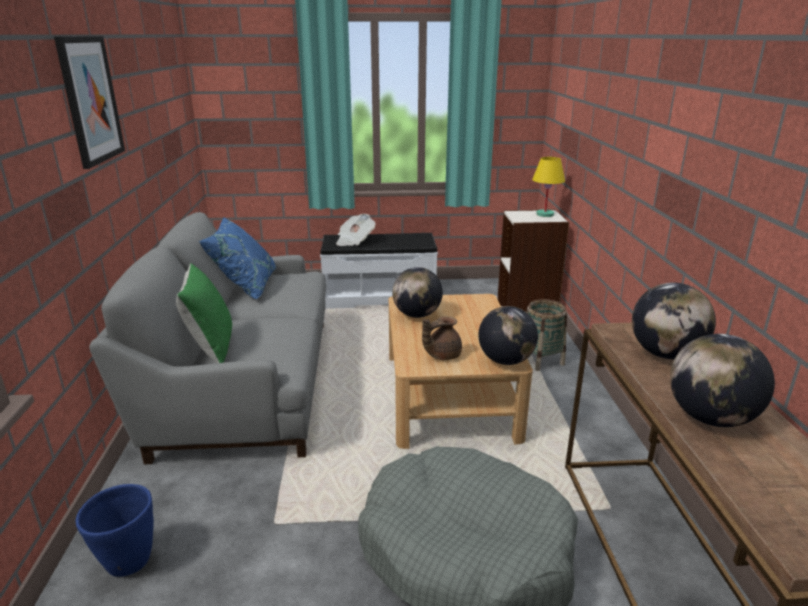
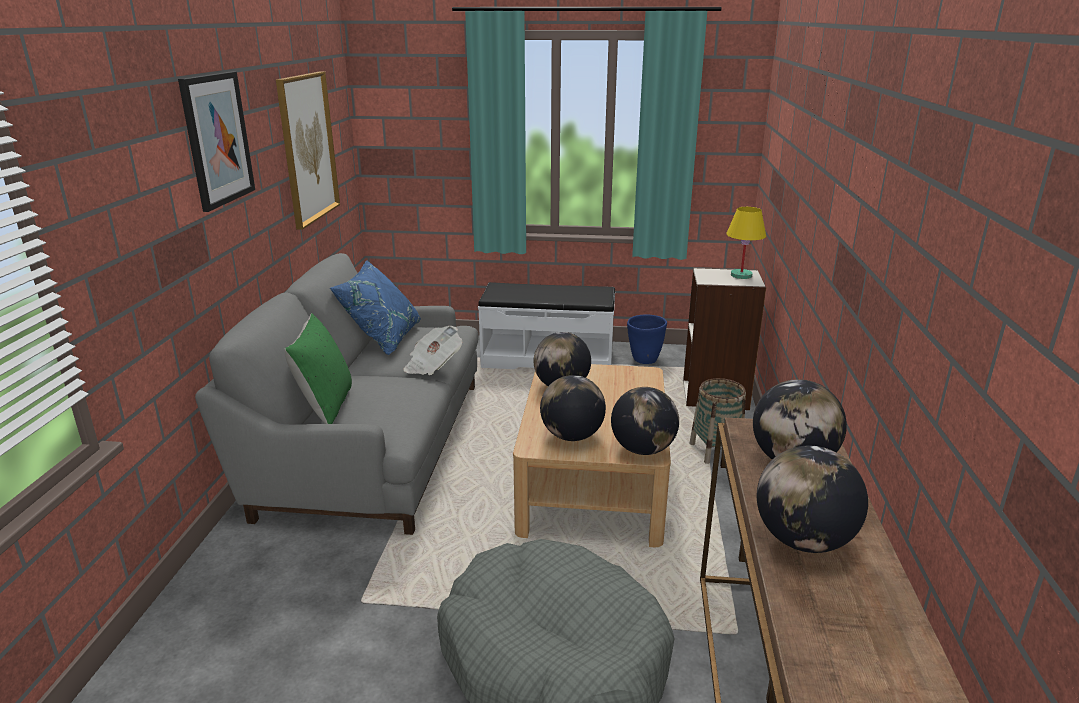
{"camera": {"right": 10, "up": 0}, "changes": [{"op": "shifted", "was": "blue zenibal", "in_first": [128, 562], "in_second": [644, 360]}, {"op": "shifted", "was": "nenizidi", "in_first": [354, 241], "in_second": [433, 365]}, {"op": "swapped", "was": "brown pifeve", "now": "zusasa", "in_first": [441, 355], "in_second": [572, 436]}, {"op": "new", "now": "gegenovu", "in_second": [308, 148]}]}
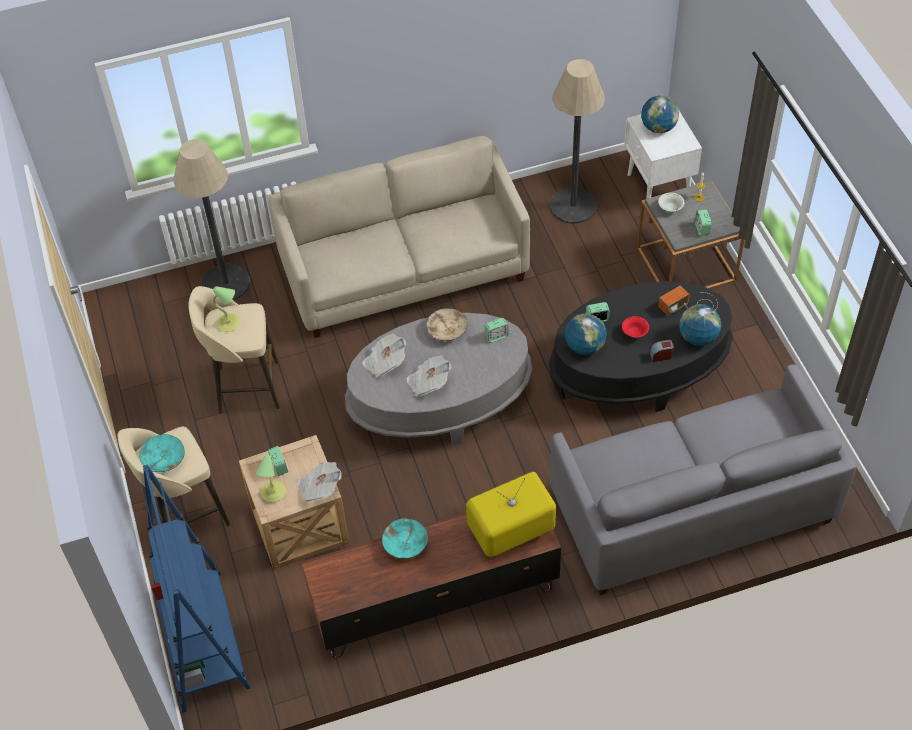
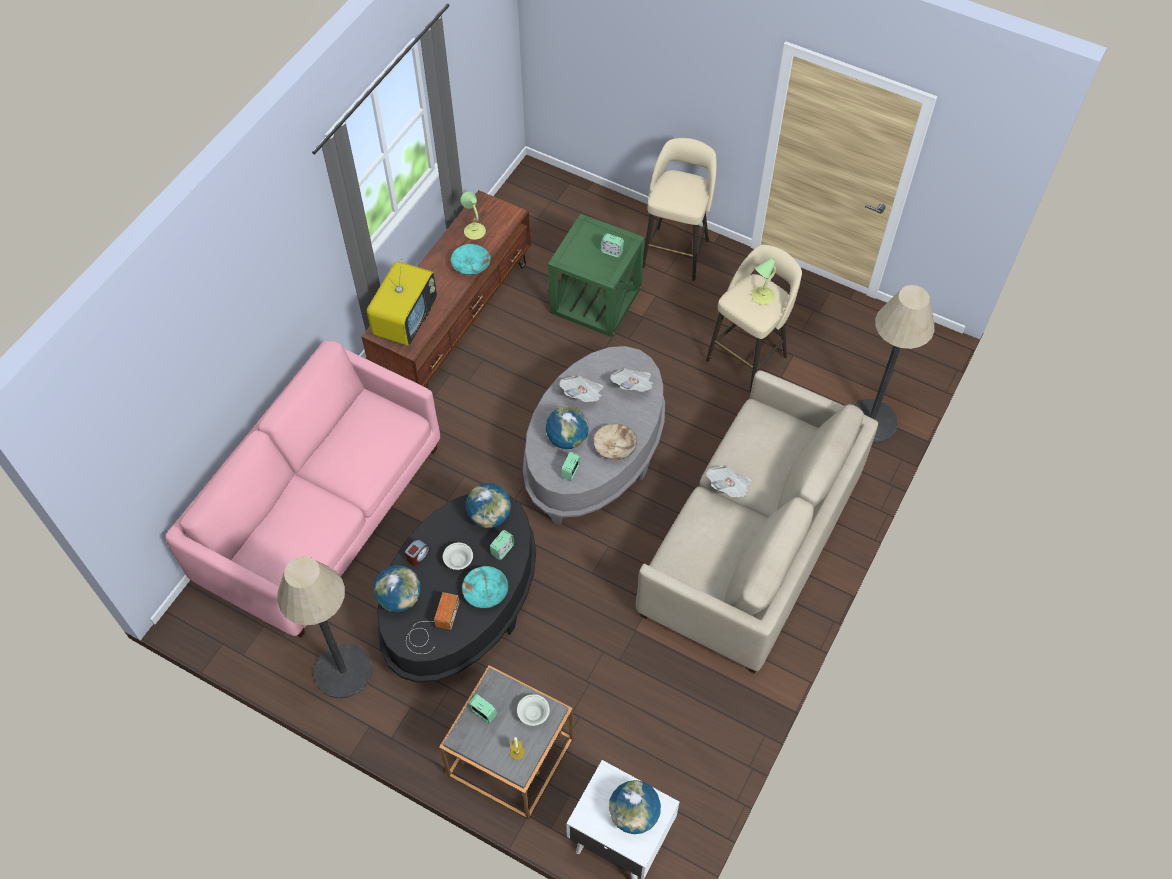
{"camera": {"right": 135, "up": 5}, "changes": [{"op": "shifted", "was": "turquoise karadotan", "in_first": [163, 459], "in_second": [485, 591]}, {"op": "gone", "was": "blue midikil", "in_first": [202, 640]}, {"op": "repainted", "was": "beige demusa", "now": "green demusa", "in_first": [299, 524], "in_second": [596, 300]}, {"op": "shifted", "was": "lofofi", "in_first": [273, 493], "in_second": [474, 231]}, {"op": "shifted", "was": "nenizidi", "in_first": [319, 488], "in_second": [729, 487]}, {"op": "shifted", "was": "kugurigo", "in_first": [573, 206], "in_second": [343, 671]}, {"op": "repainted", "was": "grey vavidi", "now": "pink vavidi", "in_first": [691, 508], "in_second": [322, 513]}, {"op": "repainted", "was": "red karadotan", "now": "white karadotan", "in_first": [634, 333], "in_second": [458, 561]}, {"op": "new", "now": "zusasa", "in_second": [567, 438]}]}
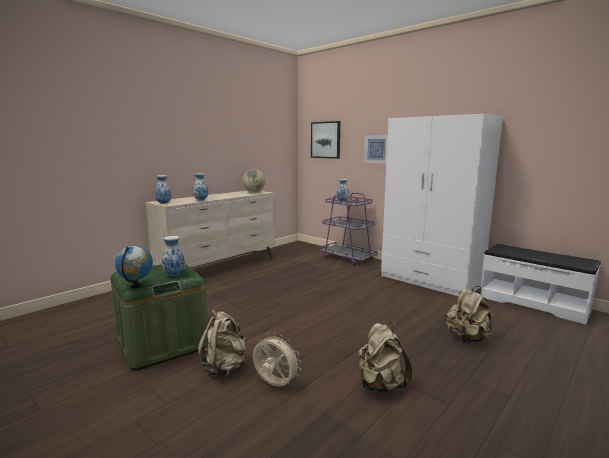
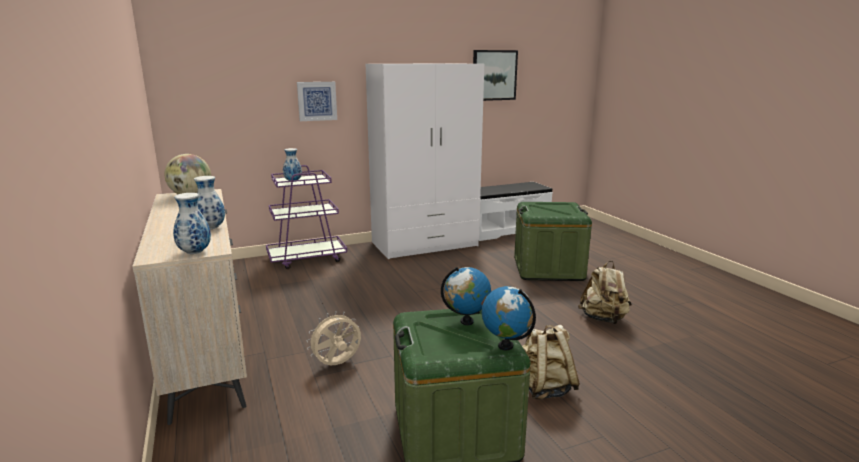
{"camera": {"right": -65, "up": 5}, "changes": [{"op": "swapped", "was": "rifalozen", "now": "zusasa", "in_first": [174, 275], "in_second": [466, 321]}, {"op": "shifted", "was": "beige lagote", "in_first": [274, 385], "in_second": [337, 364]}, {"op": "shifted", "was": "gegenovu", "in_first": [325, 140], "in_second": [494, 75]}, {"op": "swapped", "was": "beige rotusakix", "now": "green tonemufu", "in_first": [467, 339], "in_second": [548, 269]}]}
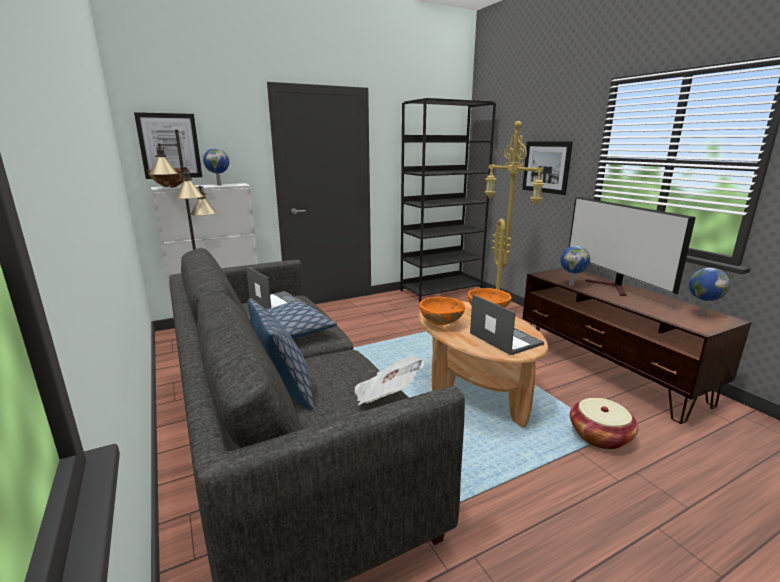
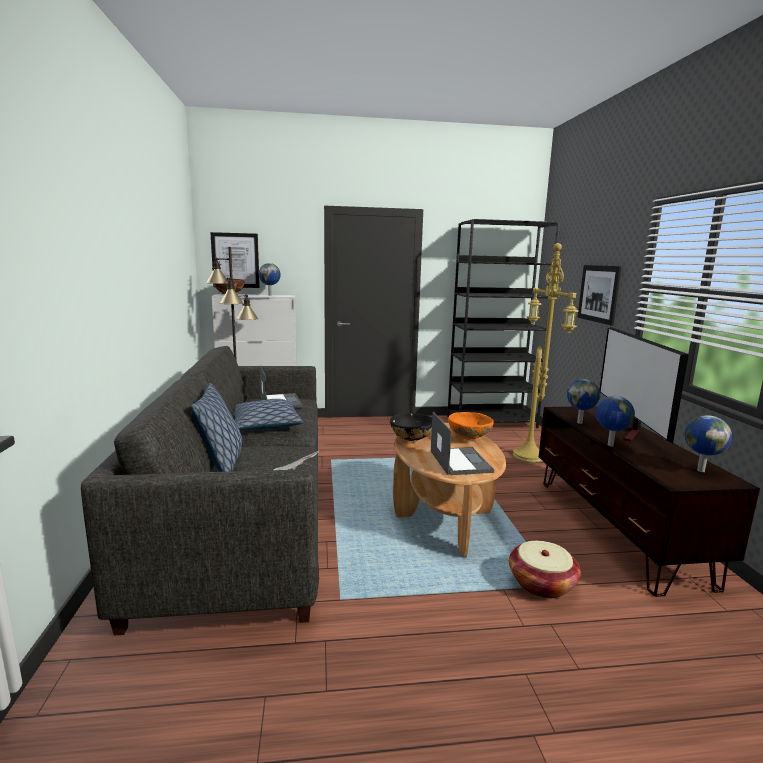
{"camera": {"right": 20, "up": -5}, "changes": [{"op": "repainted", "was": "orange karadotan", "now": "black karadotan", "in_first": [441, 324], "in_second": [412, 440]}, {"op": "new", "now": "zusasa", "in_second": [609, 445]}]}
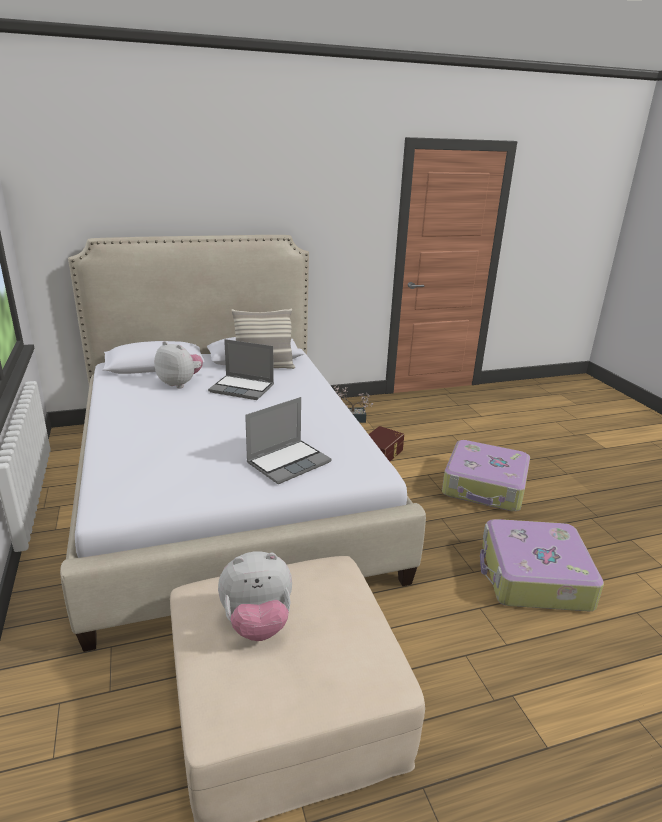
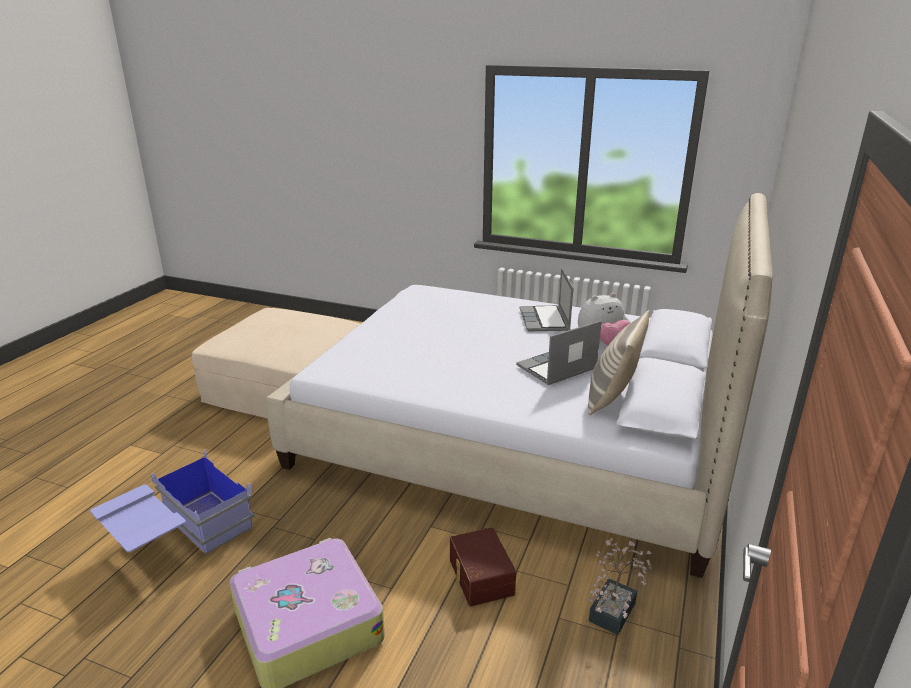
{"camera": {"right": 130, "up": 0}, "changes": [{"op": "gone", "was": "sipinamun", "in_first": [257, 623]}, {"op": "shifted", "was": "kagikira", "in_first": [289, 462], "in_second": [545, 320]}, {"op": "swapped", "was": "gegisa", "now": "blue tonemufu", "in_first": [533, 577], "in_second": [180, 538]}]}
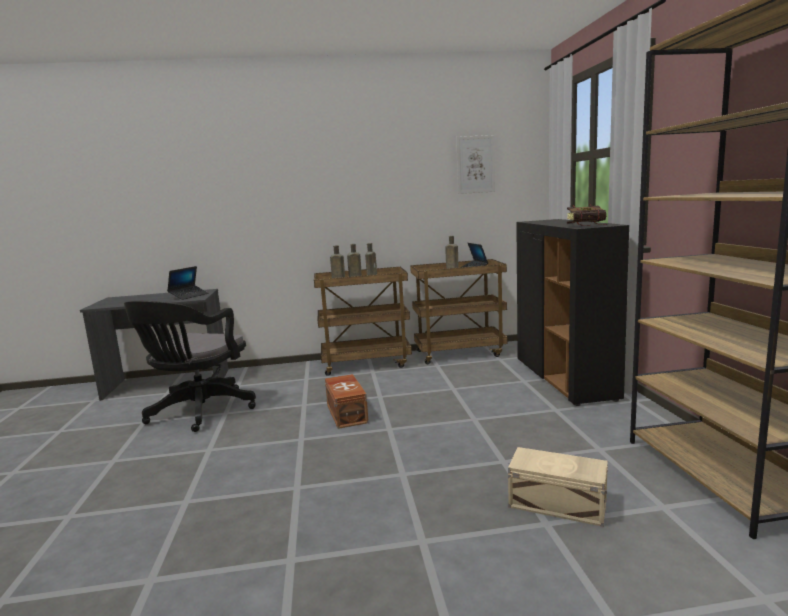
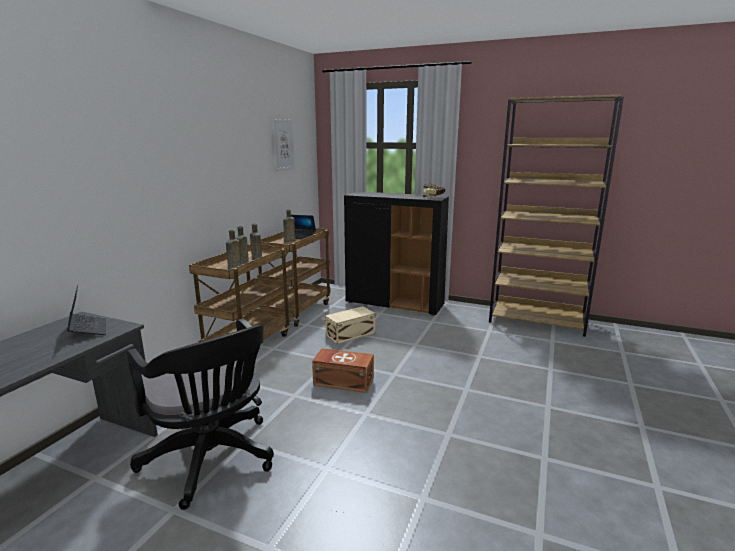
{"camera": {"right": -60, "up": 5}, "changes": [{"op": "shifted", "was": "beige tonemufu", "in_first": [558, 505], "in_second": [351, 334]}]}
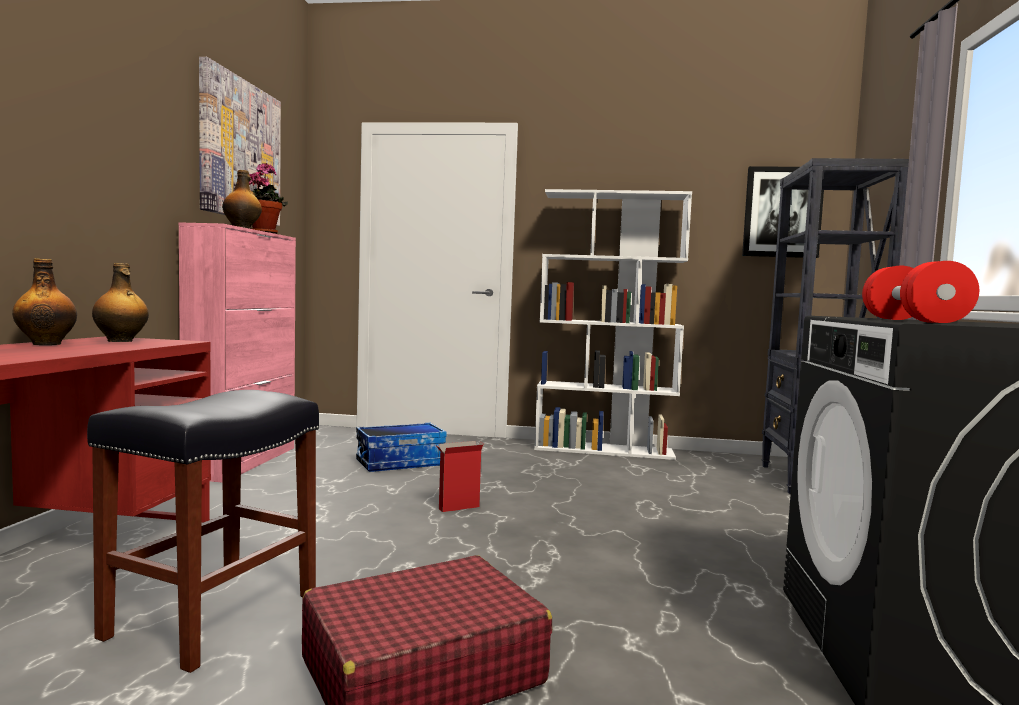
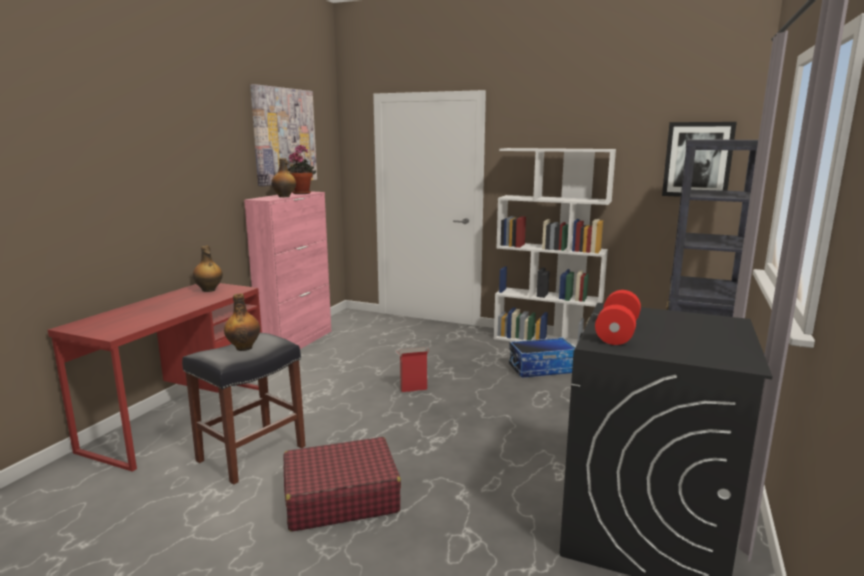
{"camera": {"right": 15, "up": 10}, "changes": [{"op": "shifted", "was": "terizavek", "in_first": [47, 344], "in_second": [244, 347]}, {"op": "shifted", "was": "tonemufu", "in_first": [400, 463], "in_second": [541, 368]}]}
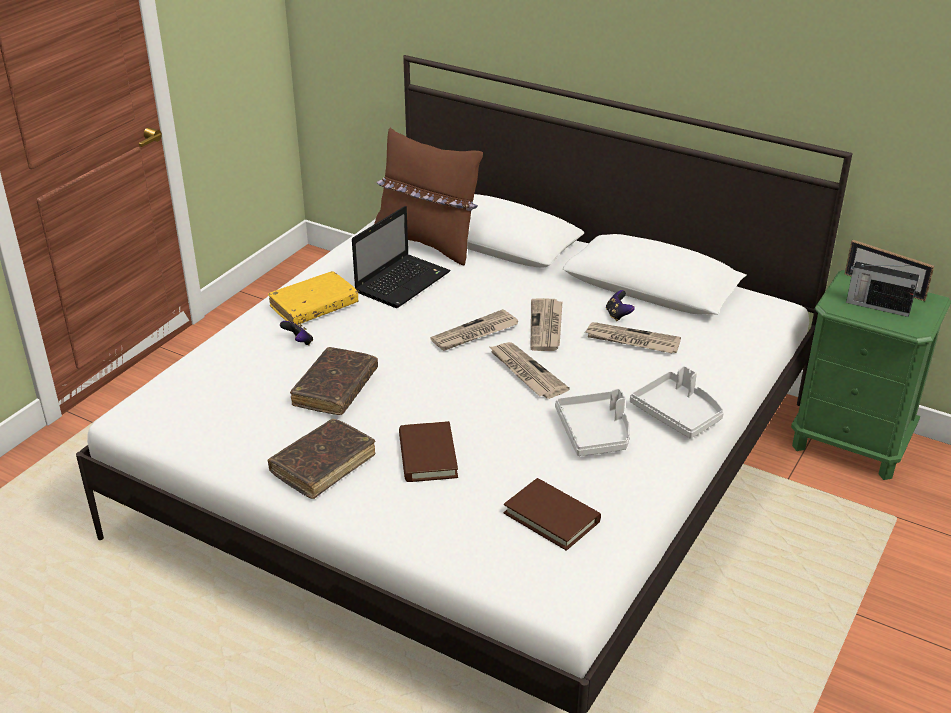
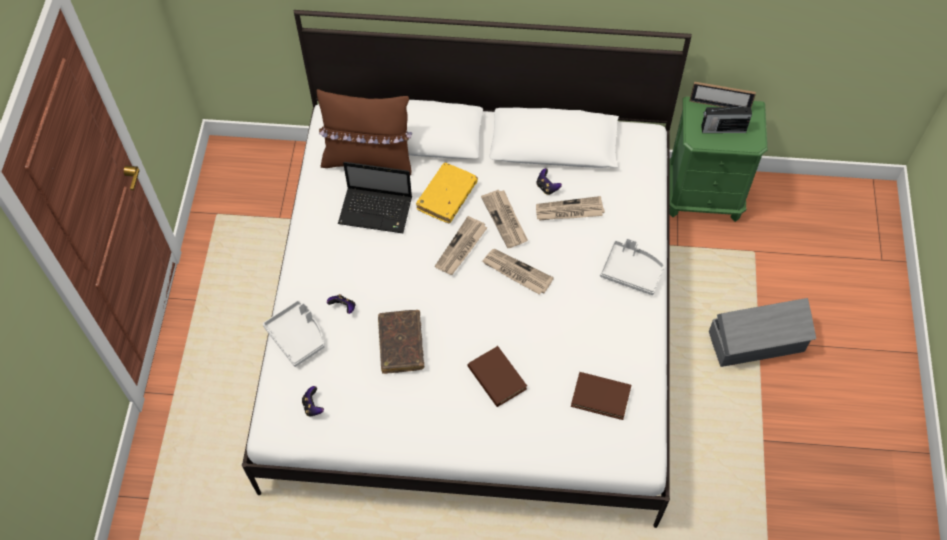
{"camera": {"right": -25, "up": 25}, "changes": [{"op": "gone", "was": "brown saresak", "in_first": [323, 465]}, {"op": "shifted", "was": "yellow saresak", "in_first": [314, 306], "in_second": [447, 197]}, {"op": "rotated", "was": "kagikira", "in_first": [403, 281], "in_second": [377, 211], "clockwise": 90}, {"op": "shifted", "was": "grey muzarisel", "in_first": [595, 433], "in_second": [298, 336]}, {"op": "new", "now": "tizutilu", "in_second": [313, 406]}, {"op": "new", "now": "grey tonemufu", "in_second": [757, 343]}]}
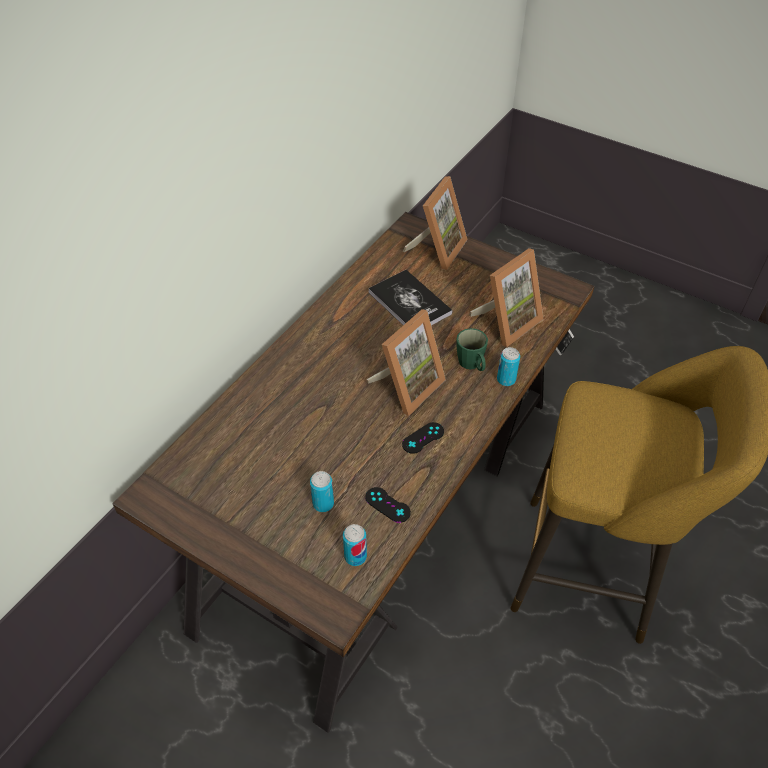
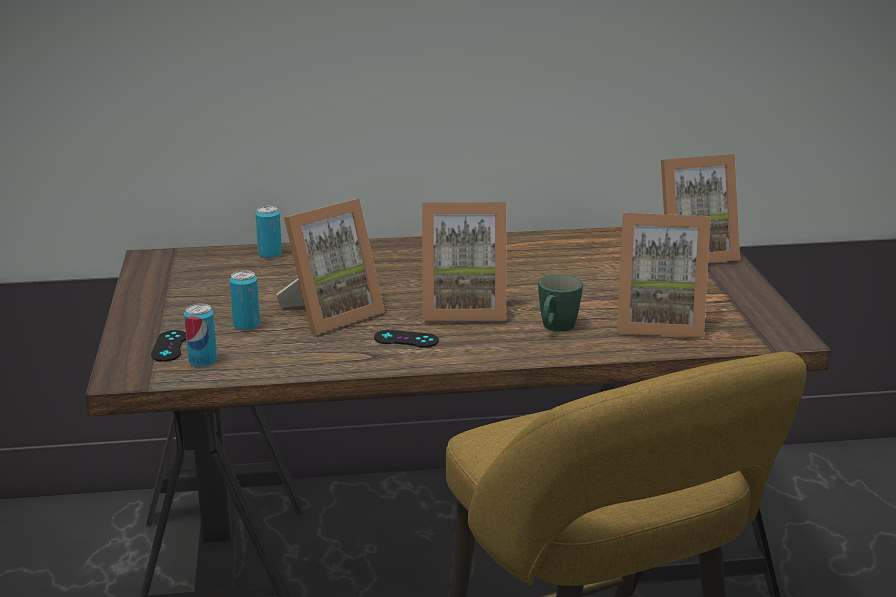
{"camera": {"right": 50, "up": -25}, "changes": [{"op": "shifted", "was": "black tizutilu", "in_first": [387, 505], "in_second": [169, 346]}, {"op": "gone", "was": "saresak", "in_first": [409, 303]}, {"op": "shifted", "was": "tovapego", "in_first": [506, 379], "in_second": [270, 254]}, {"op": "new", "now": "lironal", "in_second": [330, 314]}]}
